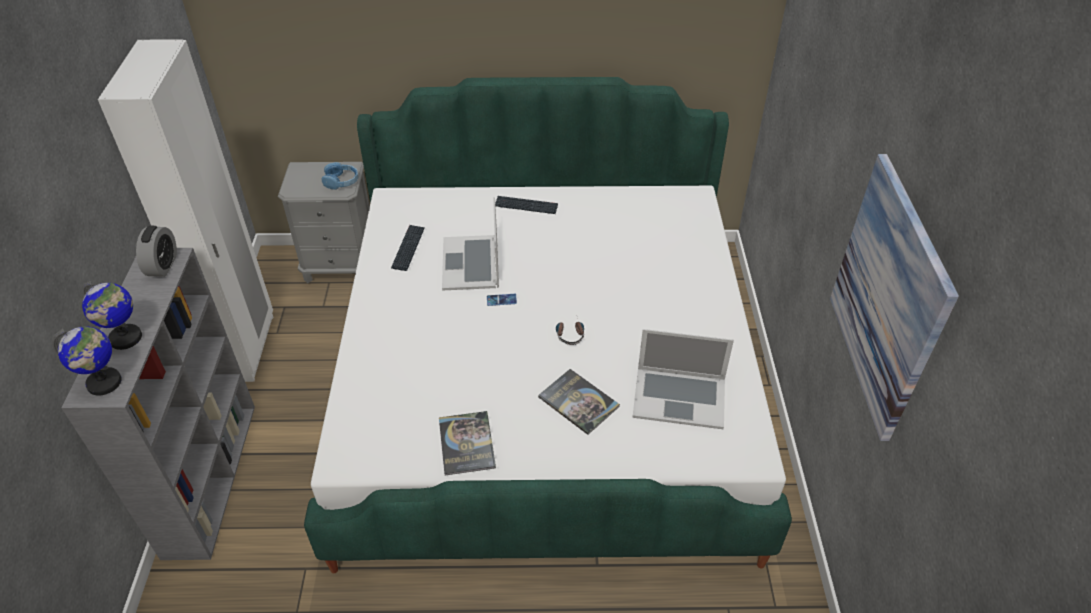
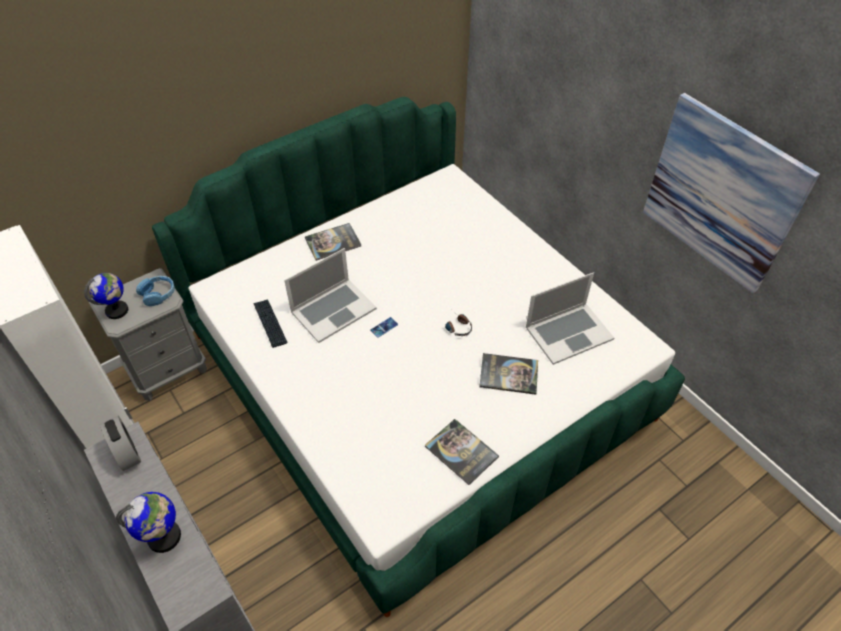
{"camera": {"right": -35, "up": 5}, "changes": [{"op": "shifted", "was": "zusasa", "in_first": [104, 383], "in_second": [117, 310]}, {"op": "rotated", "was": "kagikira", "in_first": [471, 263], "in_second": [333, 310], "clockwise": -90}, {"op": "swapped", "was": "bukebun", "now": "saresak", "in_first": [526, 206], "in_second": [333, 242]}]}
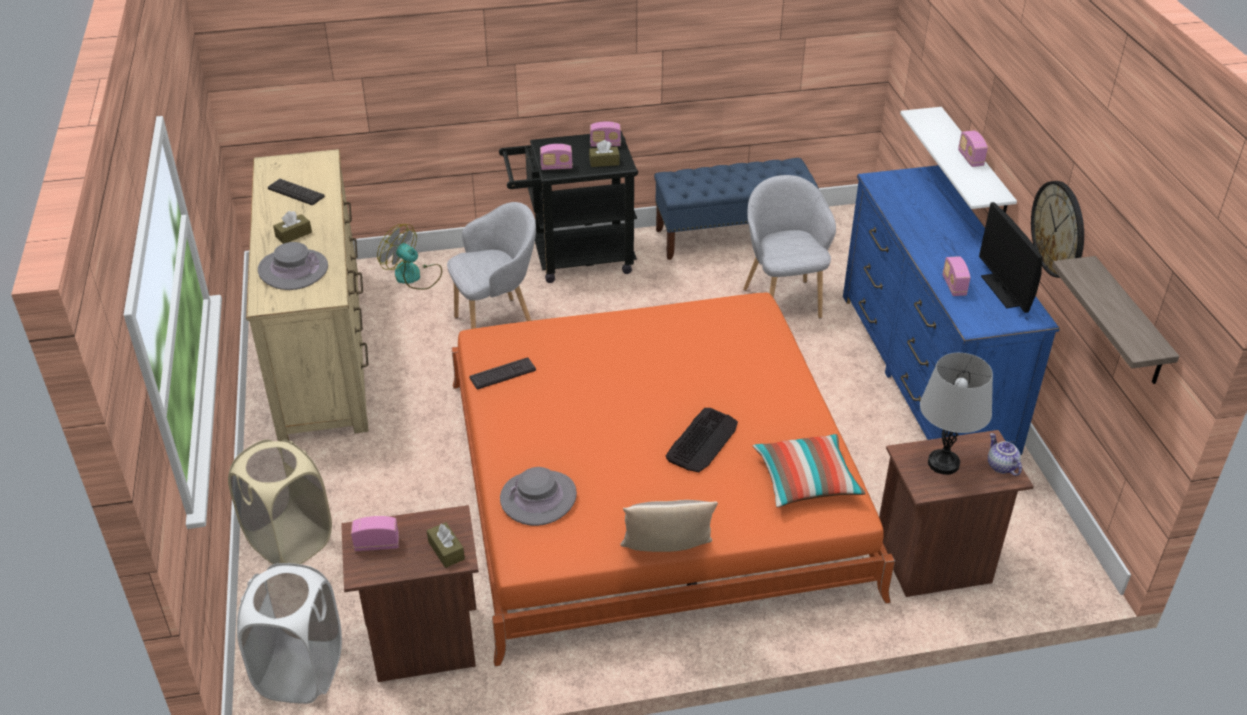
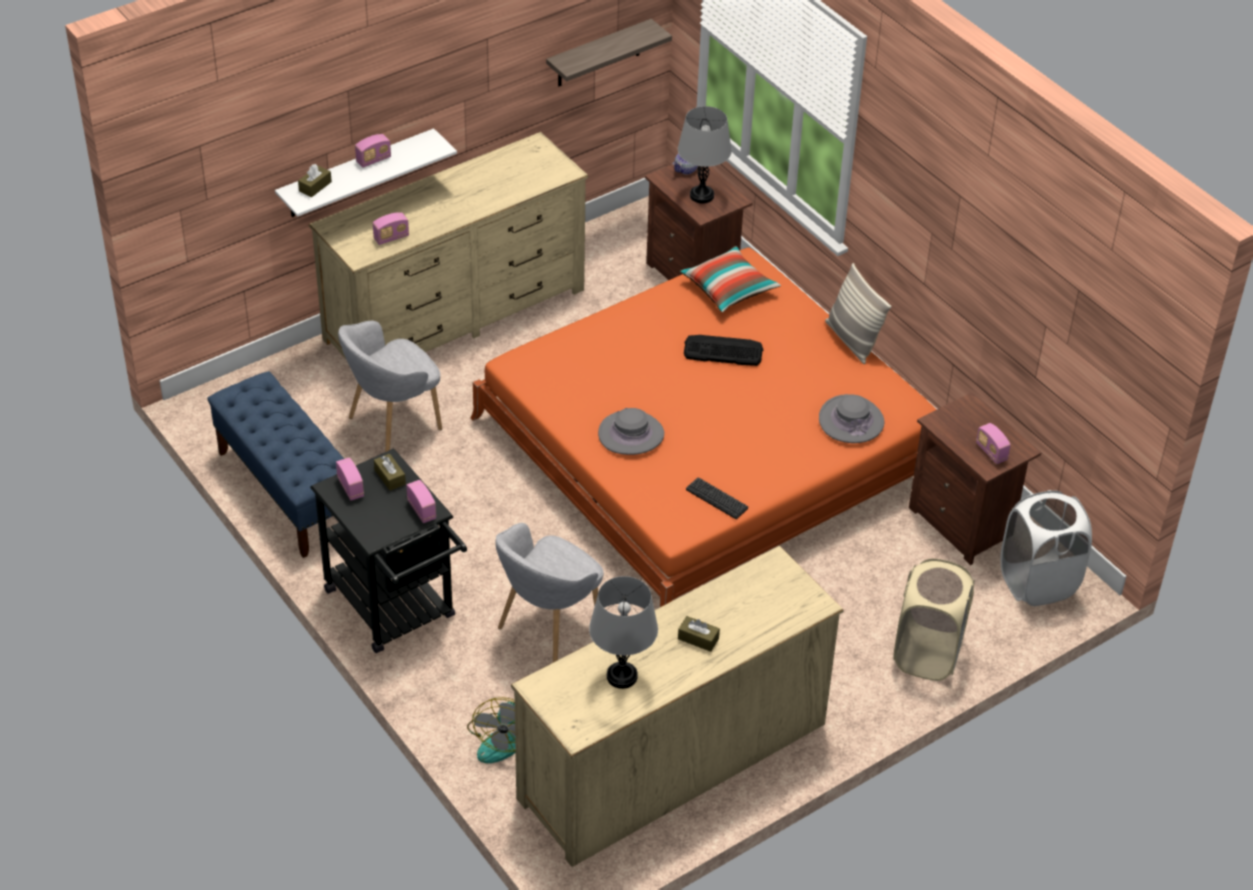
{"camera": {"right": -115, "up": 5}, "changes": [{"op": "shifted", "was": "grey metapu", "in_first": [293, 270], "in_second": [631, 434]}, {"op": "swapped", "was": "bukebun", "now": "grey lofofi", "in_first": [296, 192], "in_second": [622, 676]}, {"op": "shifted", "was": "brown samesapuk", "in_first": [446, 550], "in_second": [315, 186]}, {"op": "rotated", "was": "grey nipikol", "in_first": [498, 324], "in_second": [548, 630], "clockwise": -90}, {"op": "repainted", "was": "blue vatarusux", "now": "beige vatarusux", "in_first": [925, 370], "in_second": [455, 314]}, {"op": "shifted", "was": "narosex", "in_first": [954, 286], "in_second": [391, 237]}, {"op": "gone", "was": "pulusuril", "in_first": [1004, 290]}, {"op": "gone", "was": "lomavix", "in_first": [1059, 229]}]}
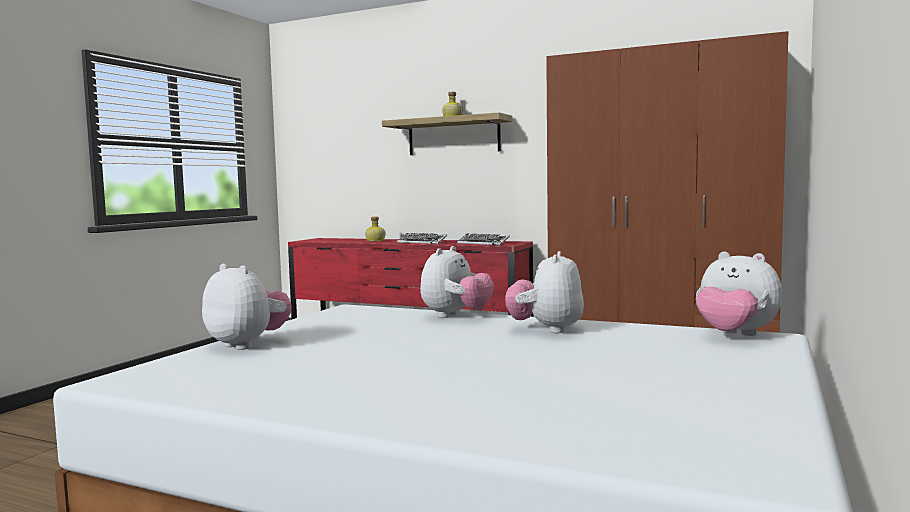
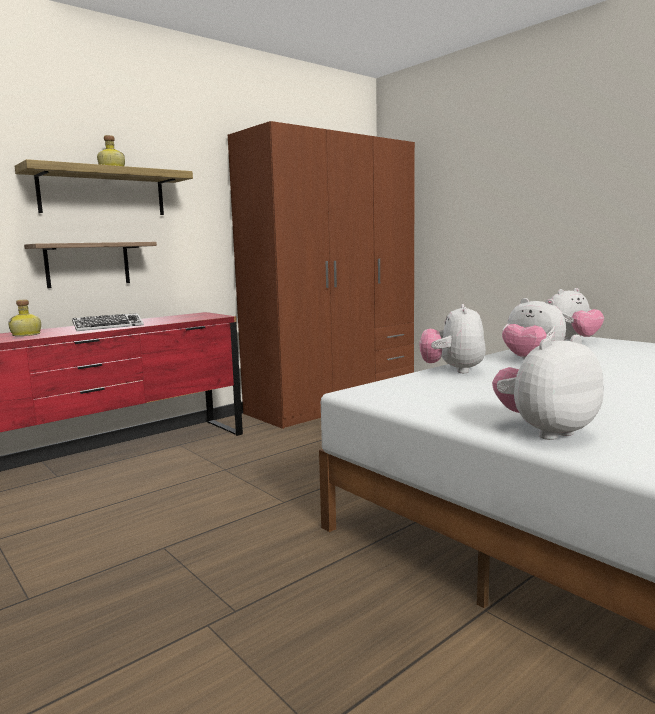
{"camera": {"right": -65, "up": 5}, "changes": [{"op": "rotated", "was": "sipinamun", "in_first": [456, 316], "in_second": [452, 370], "clockwise": -135}, {"op": "gone", "was": "bukebun", "in_first": [483, 243]}, {"op": "new", "now": "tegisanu", "in_second": [88, 264]}]}
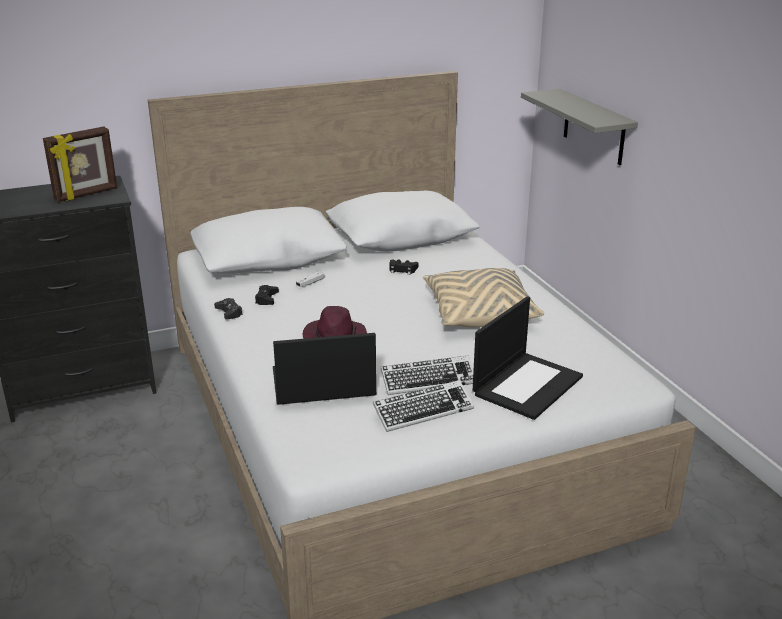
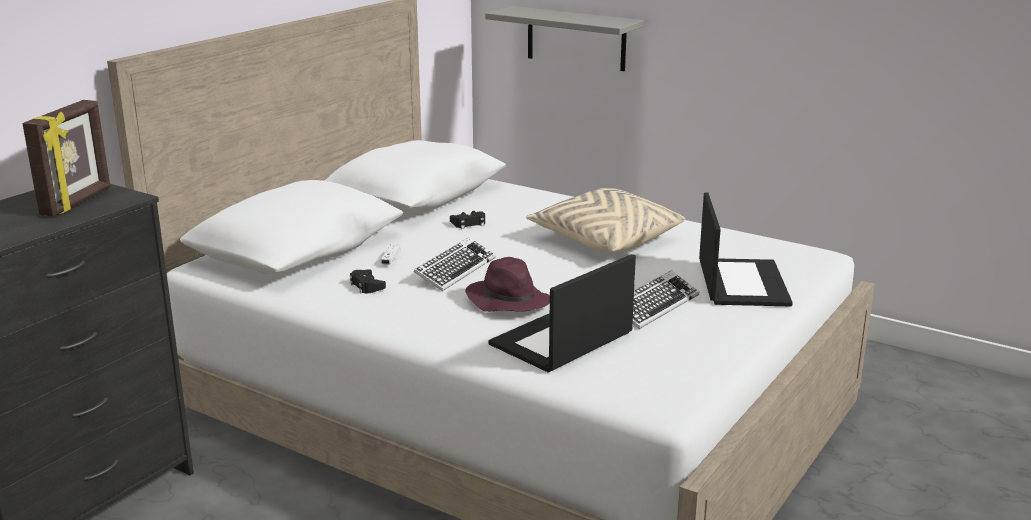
{"camera": {"right": -35, "up": -5}, "changes": [{"op": "gone", "was": "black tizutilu", "in_first": [229, 312]}, {"op": "shifted", "was": "bukebun", "in_first": [423, 411], "in_second": [455, 270]}]}
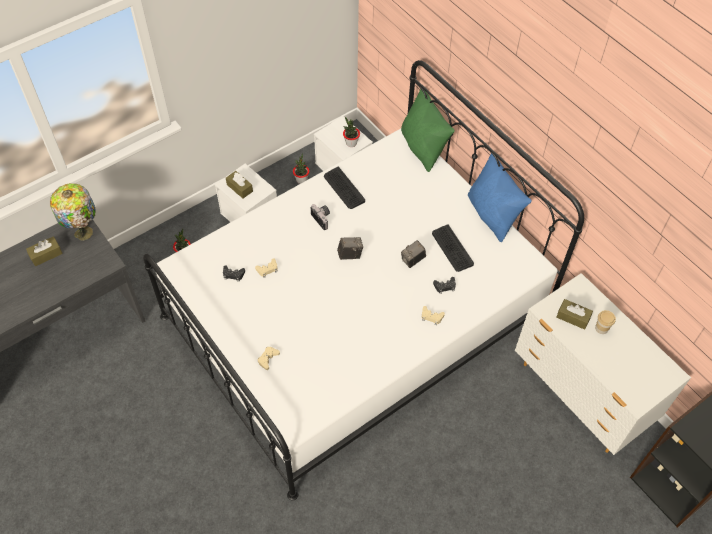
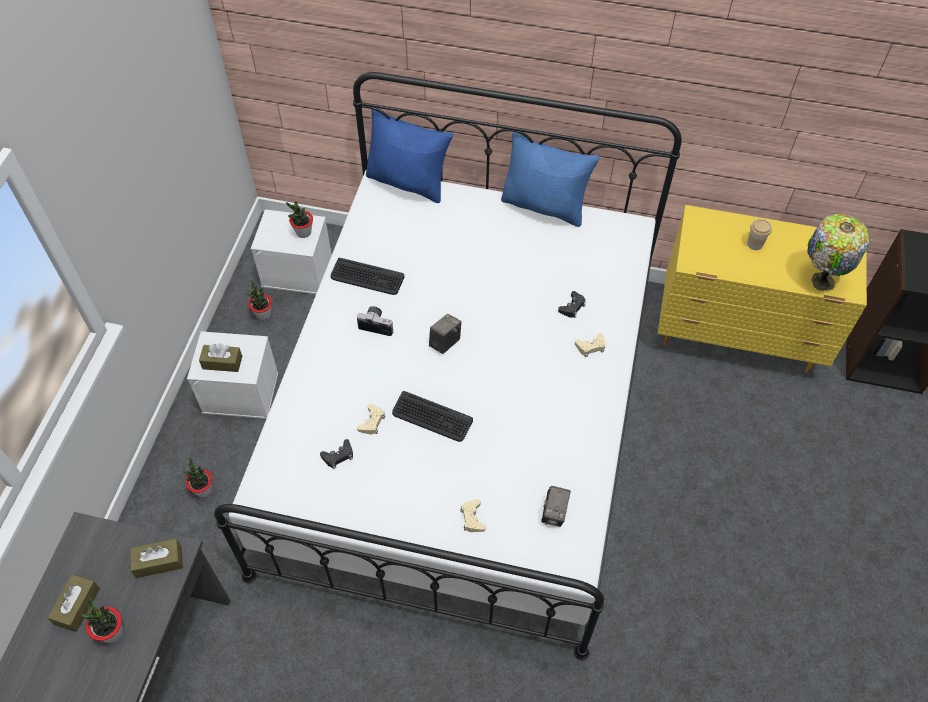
{"camera": {"right": -40, "up": 0}, "changes": [{"op": "shifted", "was": "lofofi", "in_first": [84, 231], "in_second": [821, 280]}, {"op": "repainted", "was": "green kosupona", "now": "blue kosupona", "in_first": [423, 148], "in_second": [408, 182]}, {"op": "shifted", "was": "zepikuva", "in_first": [413, 260], "in_second": [554, 513]}, {"op": "shifted", "was": "bukebun", "in_first": [452, 248], "in_second": [432, 417]}, {"op": "repainted", "was": "white vatarusux", "now": "yellow vatarusux", "in_first": [581, 396], "in_second": [738, 337]}, {"op": "shifted", "was": "brown samesapuk", "in_first": [573, 317], "in_second": [159, 562]}, {"op": "new", "now": "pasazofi", "in_second": [112, 632]}]}
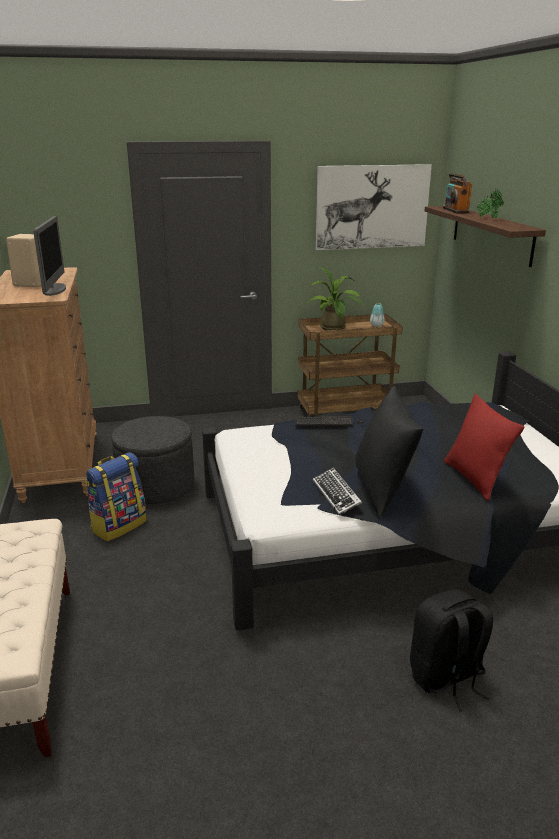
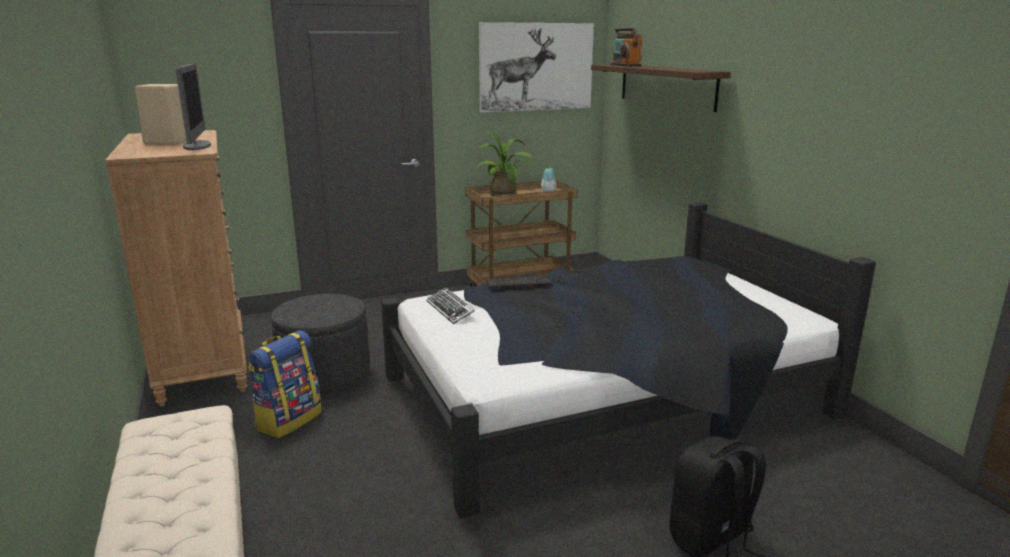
{"camera": {"right": -10, "up": -5}, "changes": [{"op": "shifted", "was": "bukebun", "in_first": [336, 495], "in_second": [450, 310]}, {"op": "gone", "was": "black kosupona", "in_first": [383, 490]}, {"op": "gone", "was": "red kosupona", "in_first": [475, 479]}, {"op": "gone", "was": "pasazofi", "in_first": [488, 219]}]}
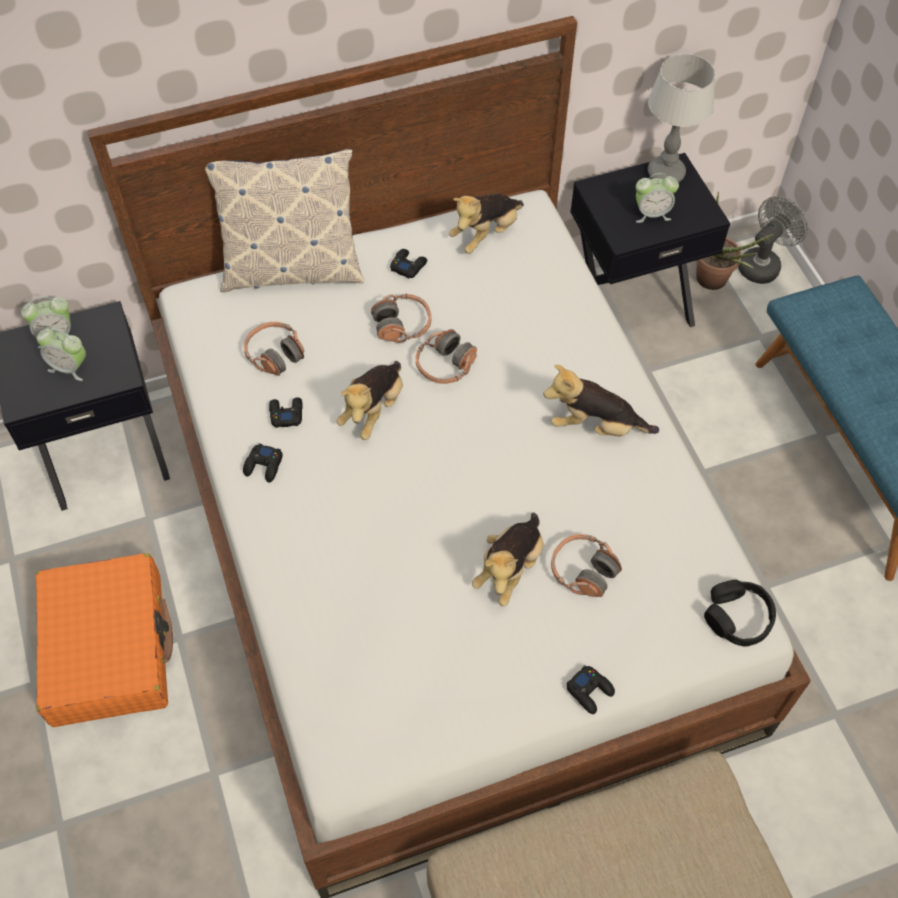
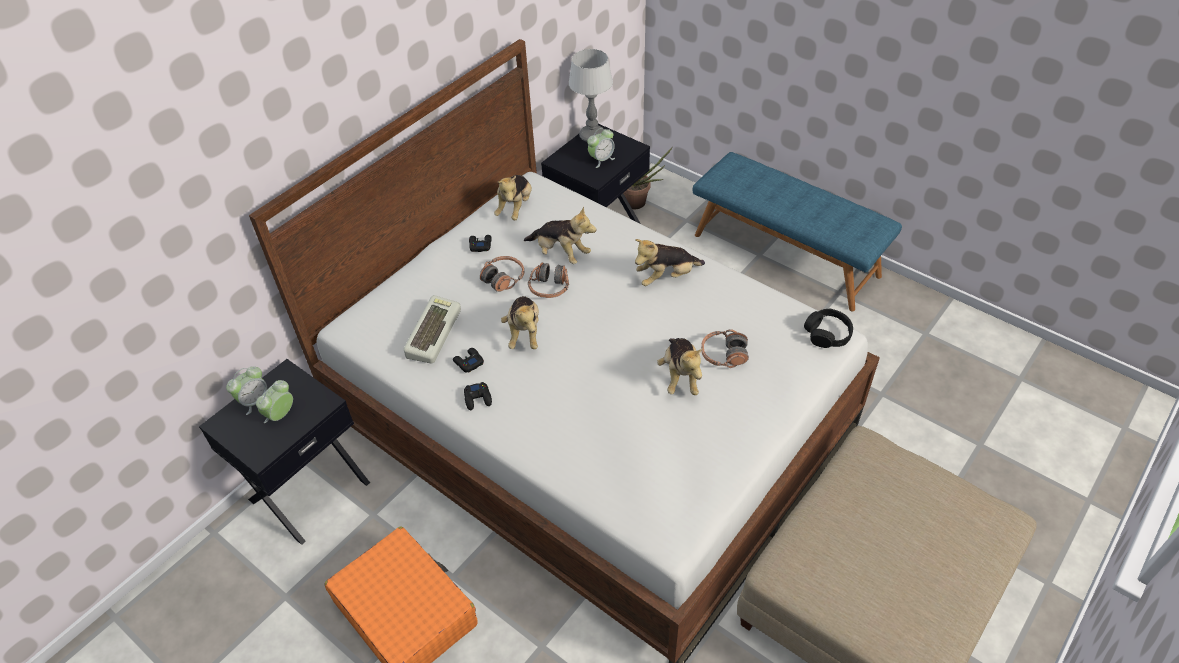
{"camera": {"right": -30, "up": -10}, "changes": [{"op": "rotated", "was": "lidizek", "in_first": [69, 367], "in_second": [281, 415], "clockwise": 135}, {"op": "gone", "was": "kosupona", "in_first": [292, 269]}, {"op": "swapped", "was": "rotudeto", "now": "bukebun", "in_first": [275, 354], "in_second": [432, 332]}, {"op": "gone", "was": "black tizutilu", "in_first": [590, 691]}, {"op": "gone", "was": "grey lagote", "in_first": [763, 264]}, {"op": "new", "now": "sipinamun", "in_second": [560, 253]}]}
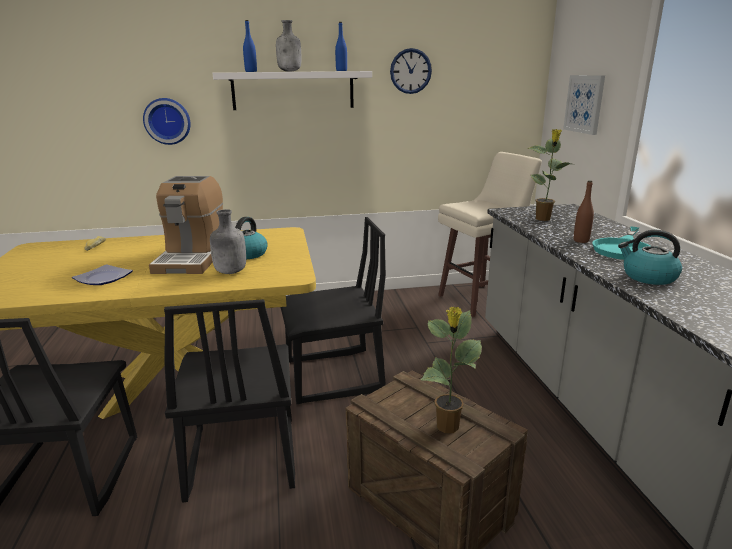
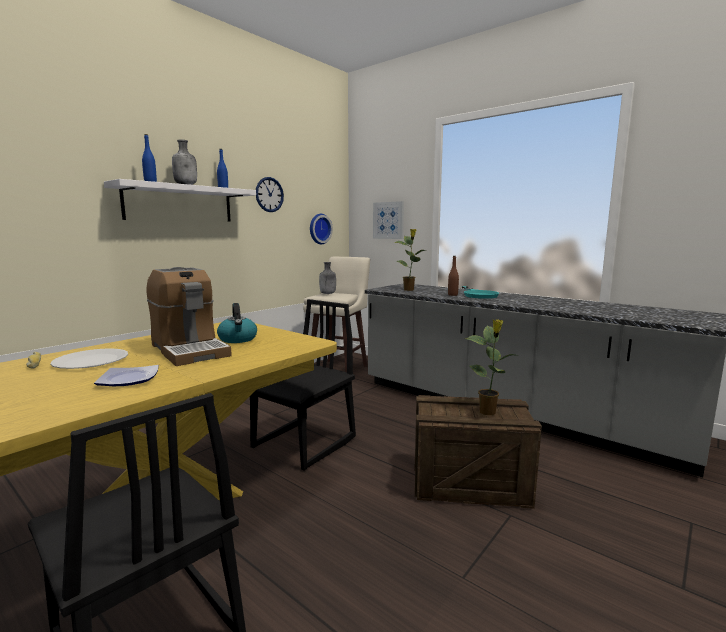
{"camera": {"right": -40, "up": -10}, "changes": [{"op": "shifted", "was": "lomavix", "in_first": [167, 121], "in_second": [319, 229]}, {"op": "gone", "was": "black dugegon", "in_first": [241, 458]}, {"op": "shifted", "was": "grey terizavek", "in_first": [230, 272], "in_second": [327, 293]}, {"op": "gone", "was": "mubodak", "in_first": [648, 277]}, {"op": "new", "now": "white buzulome", "in_second": [91, 361]}]}
